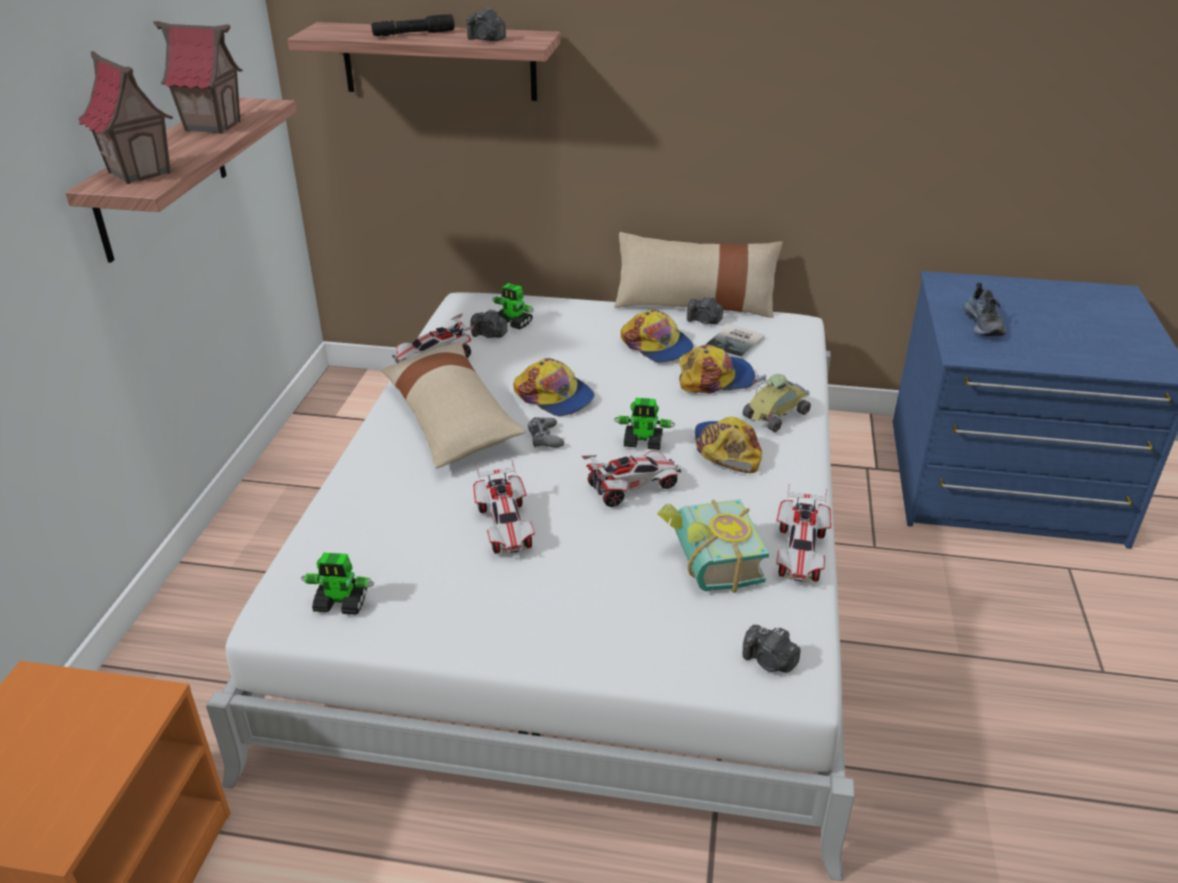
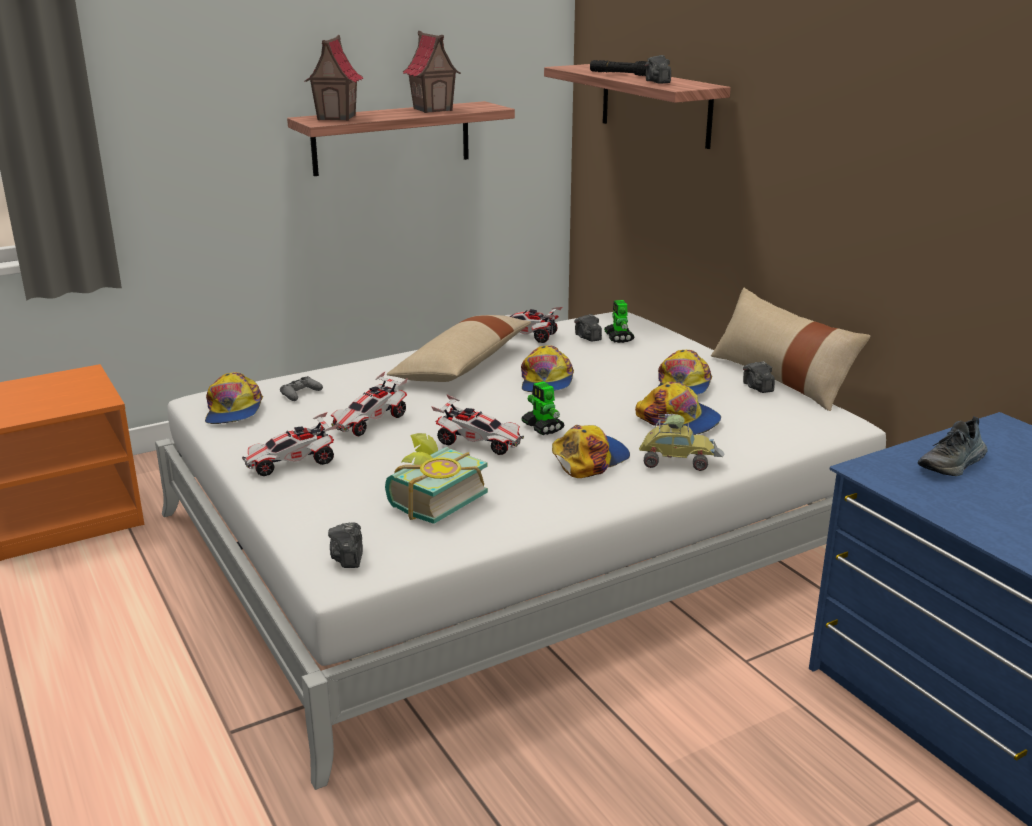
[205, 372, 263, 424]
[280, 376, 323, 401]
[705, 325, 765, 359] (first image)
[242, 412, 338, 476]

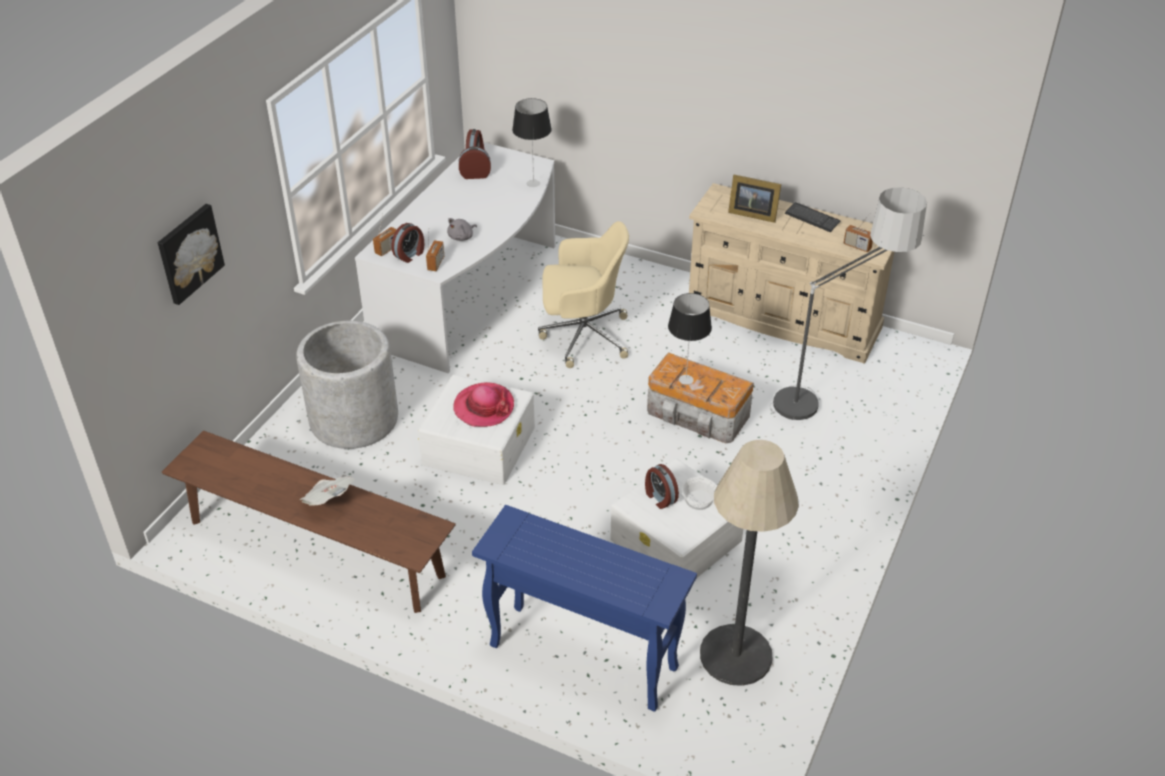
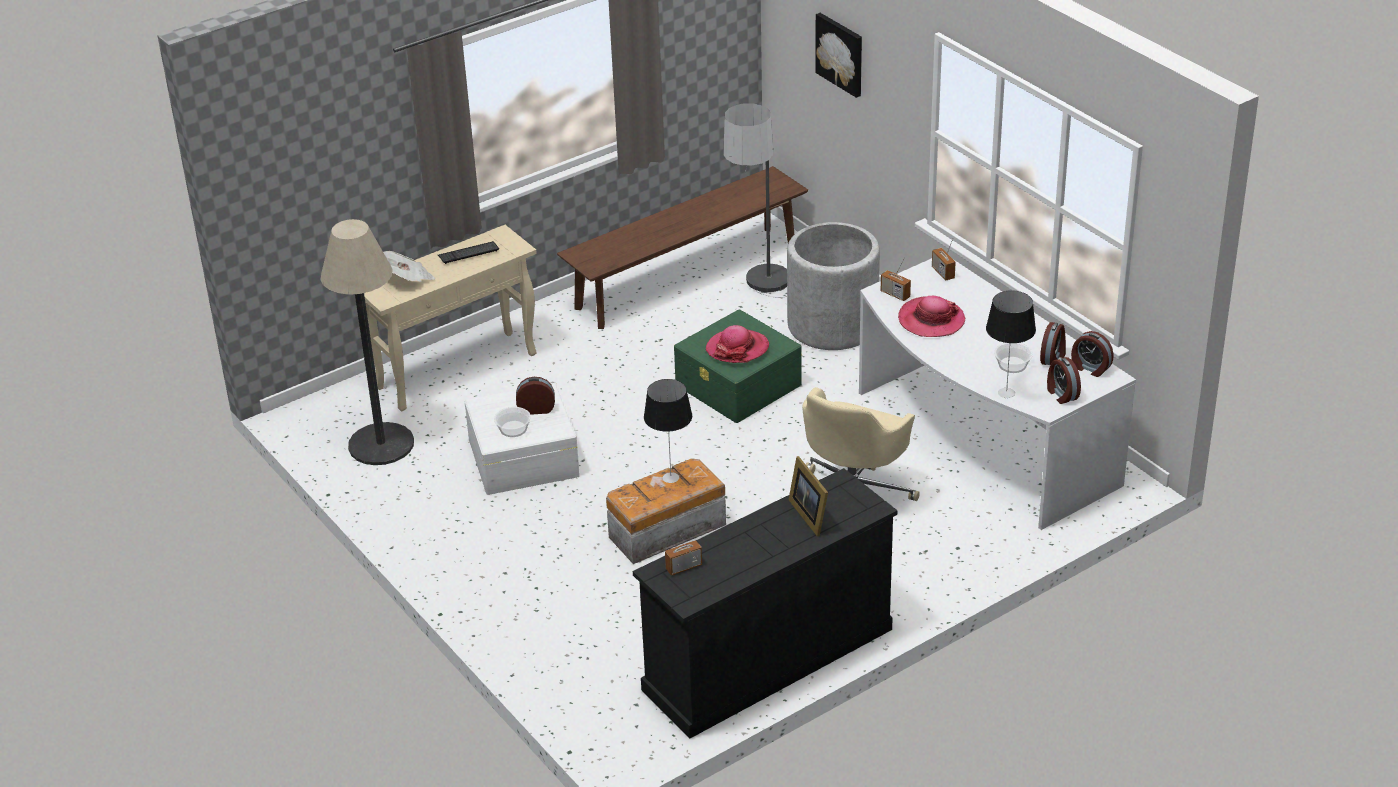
[383, 251, 436, 282]
[1047, 357, 1081, 404]
[674, 309, 802, 423]
[898, 296, 965, 337]
[364, 225, 537, 411]
[633, 468, 897, 738]
[788, 456, 828, 537]
[723, 103, 787, 298]
[438, 241, 499, 264]
[994, 343, 1033, 373]

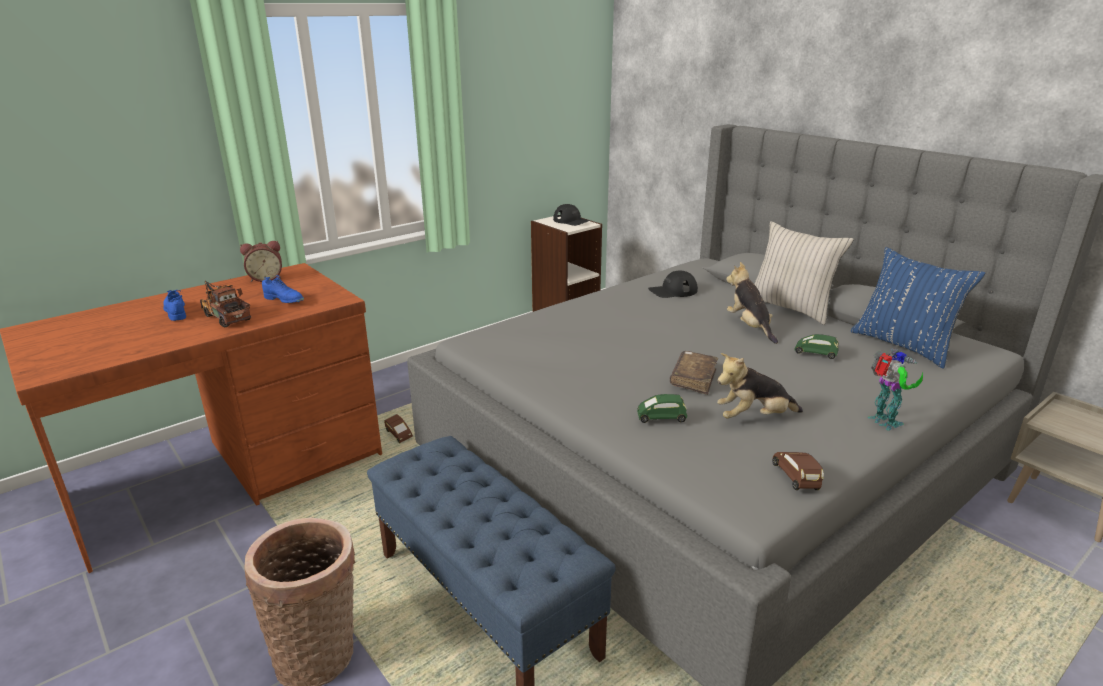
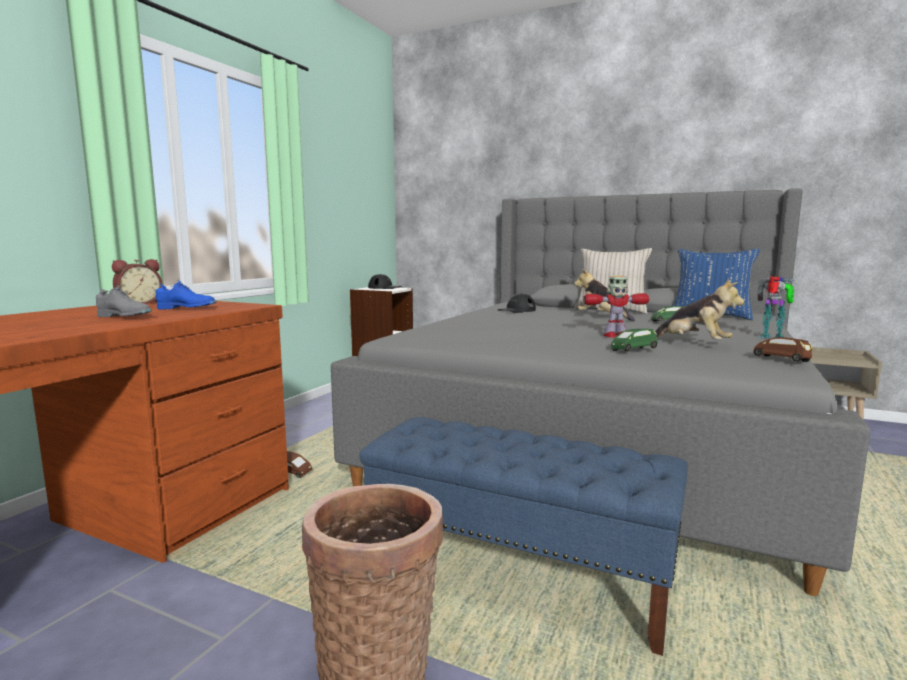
[163, 290, 186, 321] (first image)
[96, 285, 152, 317]
[583, 276, 649, 338]
[655, 279, 744, 340]

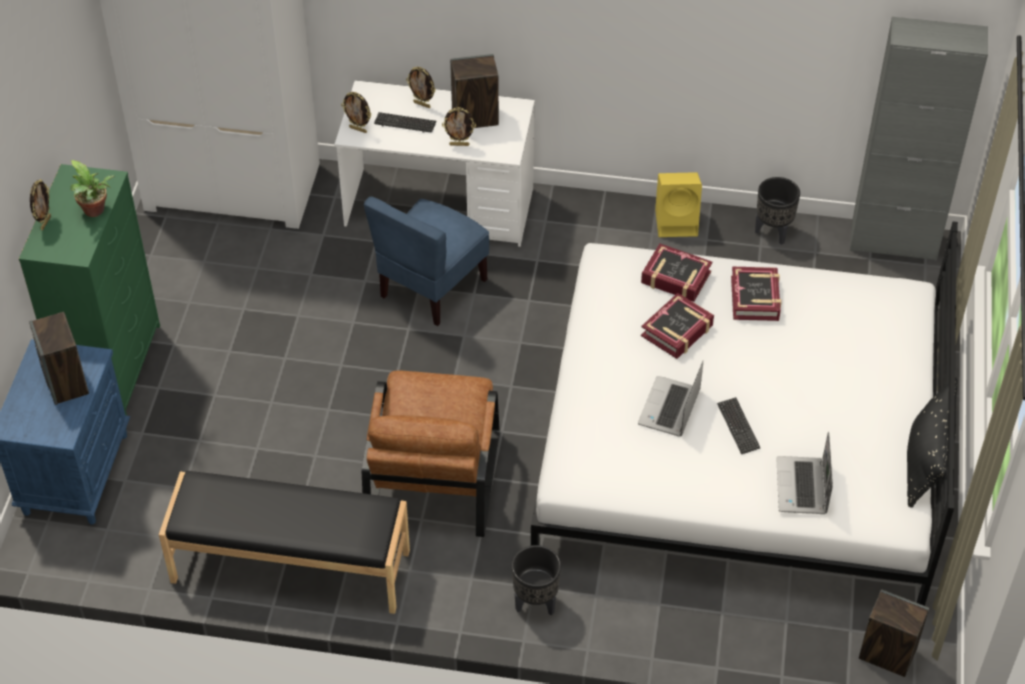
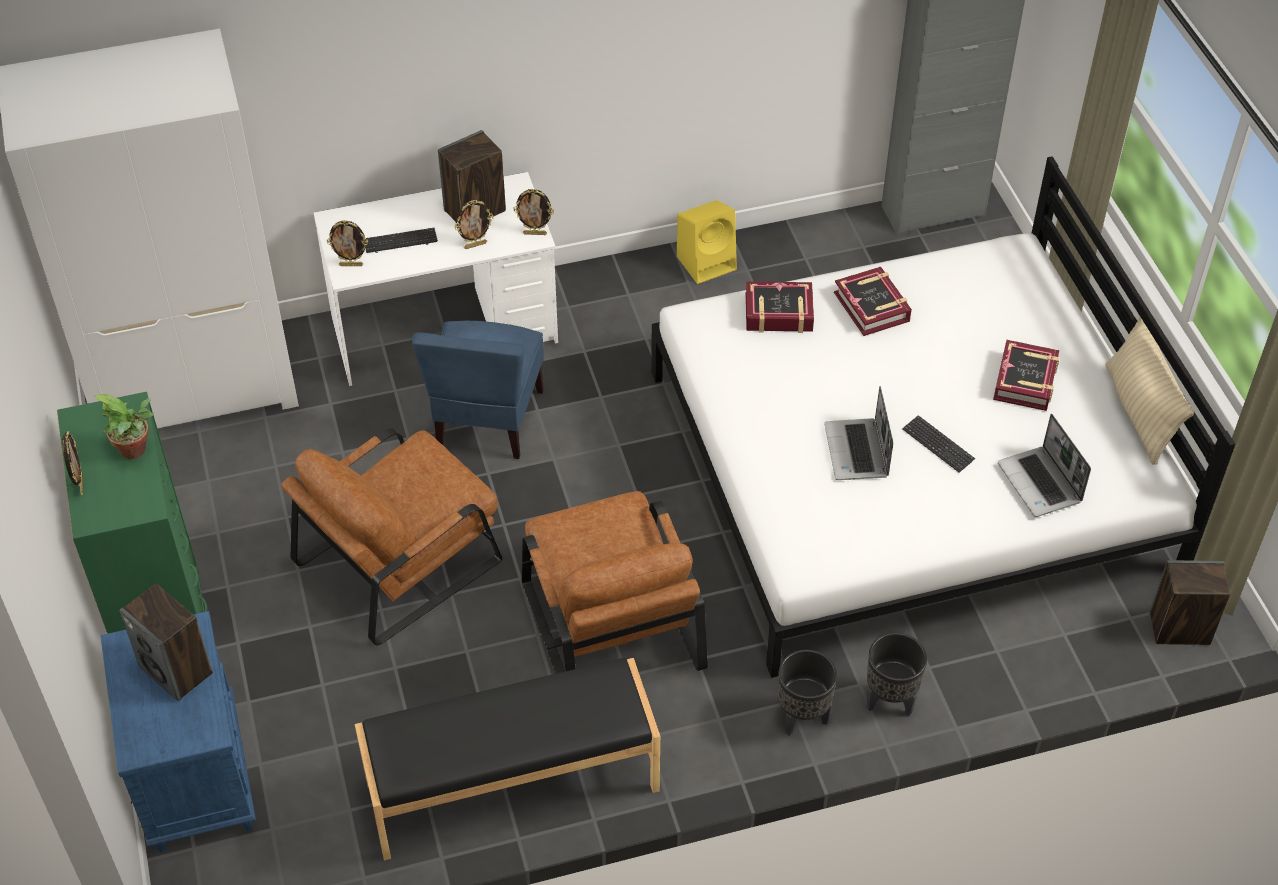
[513, 189, 554, 235]
[993, 340, 1060, 411]
[867, 633, 927, 716]
[1105, 317, 1194, 465]
[281, 429, 502, 645]

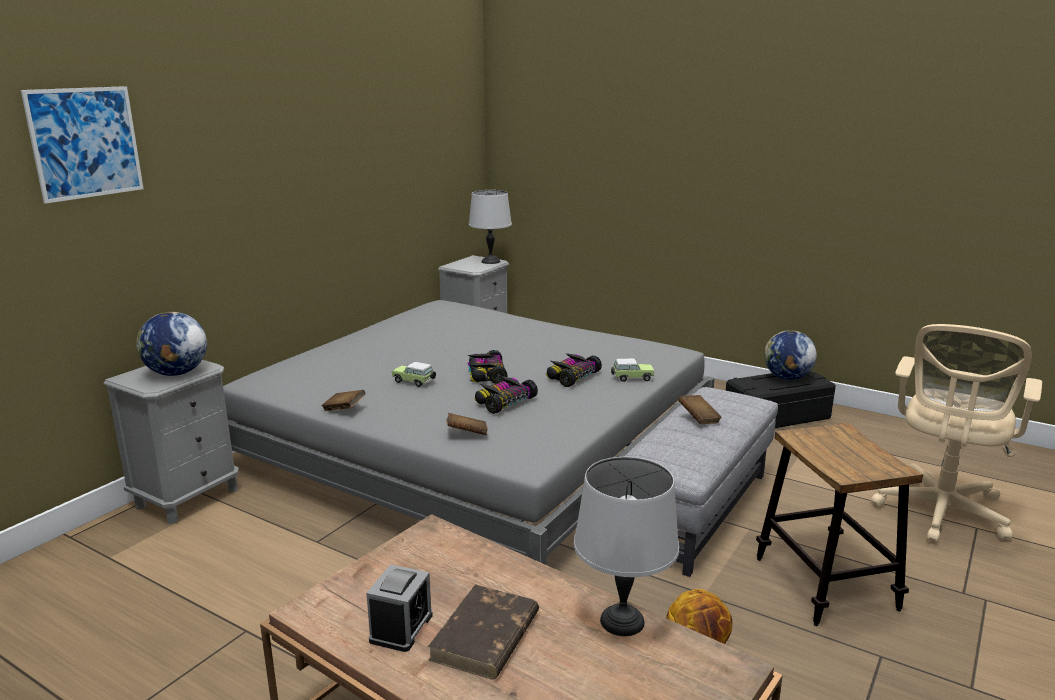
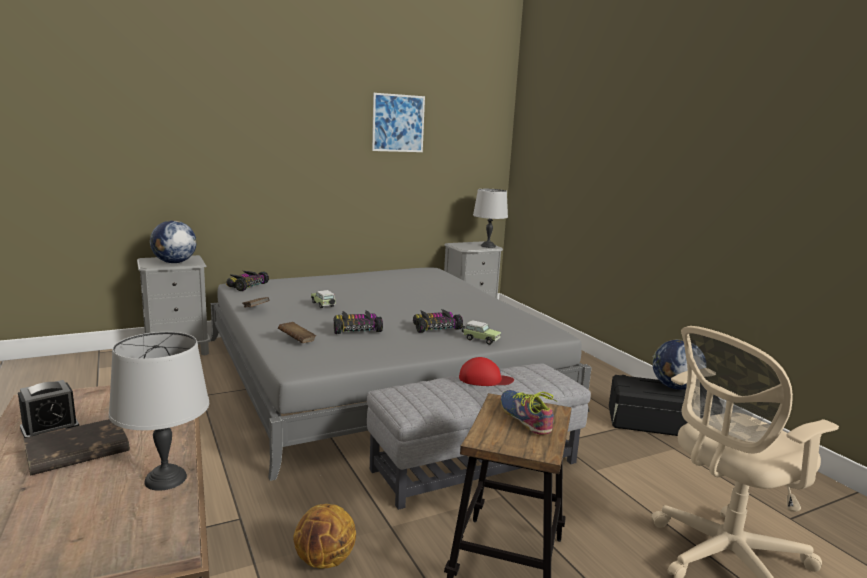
[372, 93, 425, 152]
[226, 271, 269, 291]
[459, 357, 514, 386]
[500, 390, 556, 435]

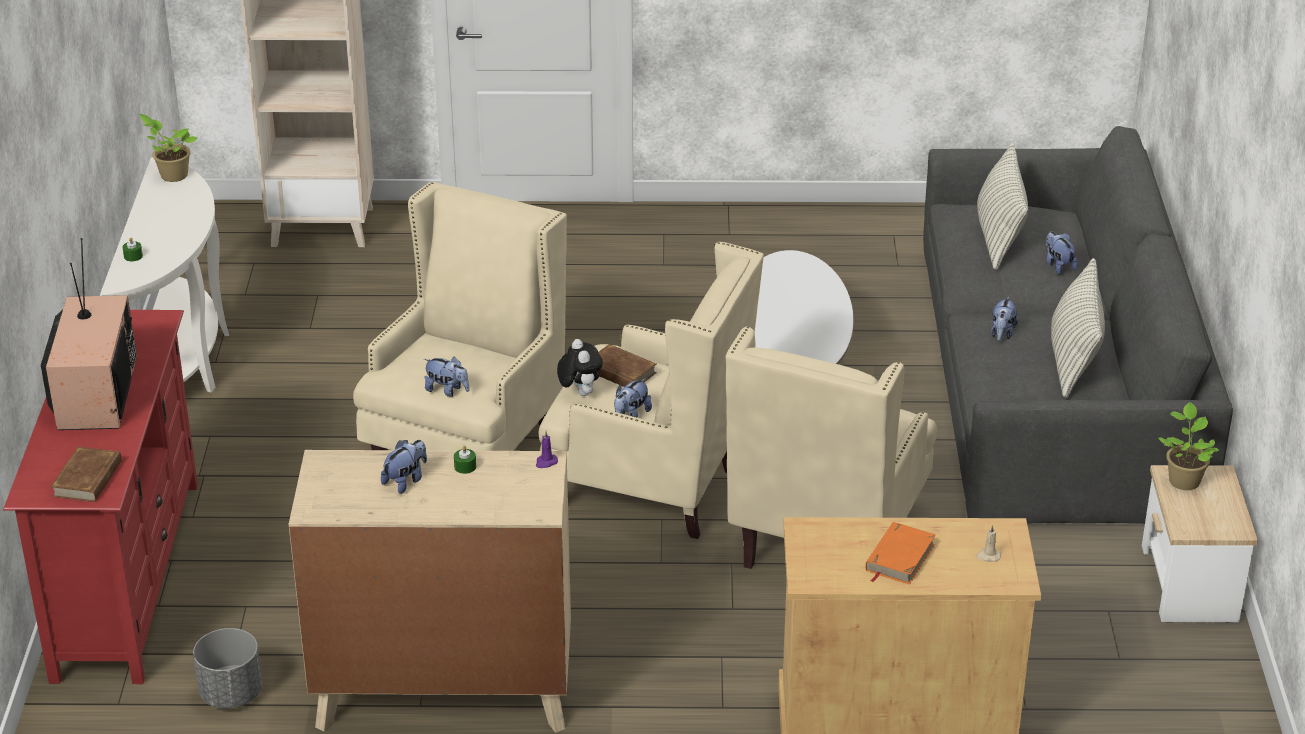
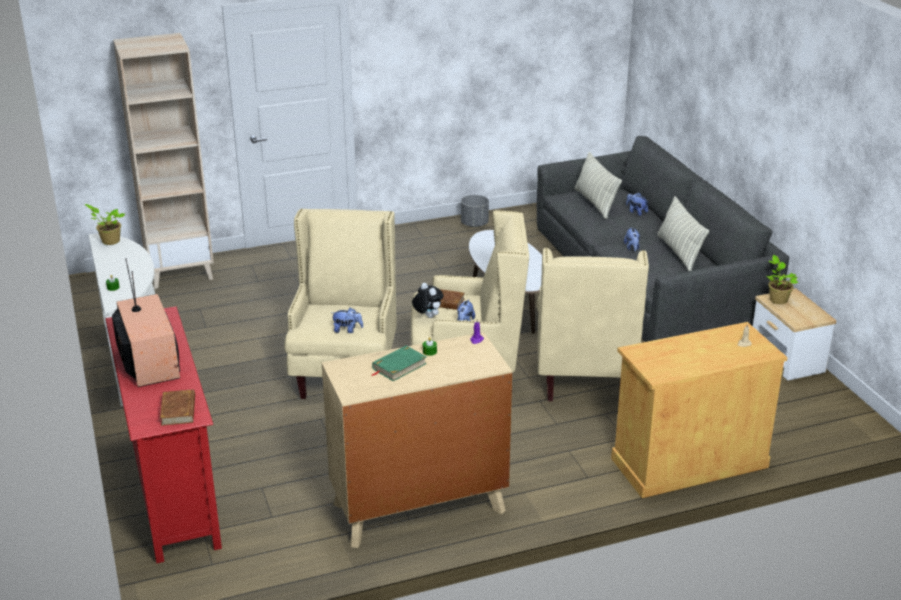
[461, 195, 489, 227]
[372, 345, 427, 381]
[865, 522, 936, 585] (first image)

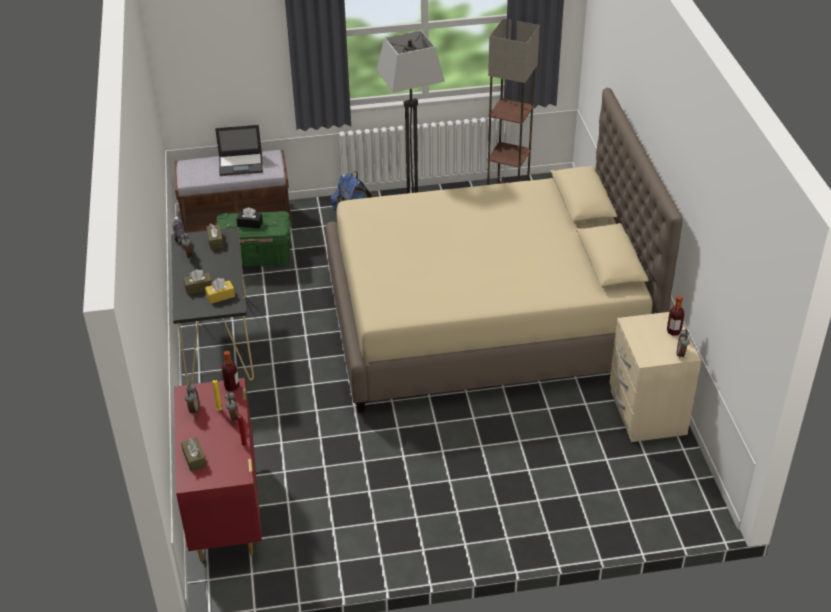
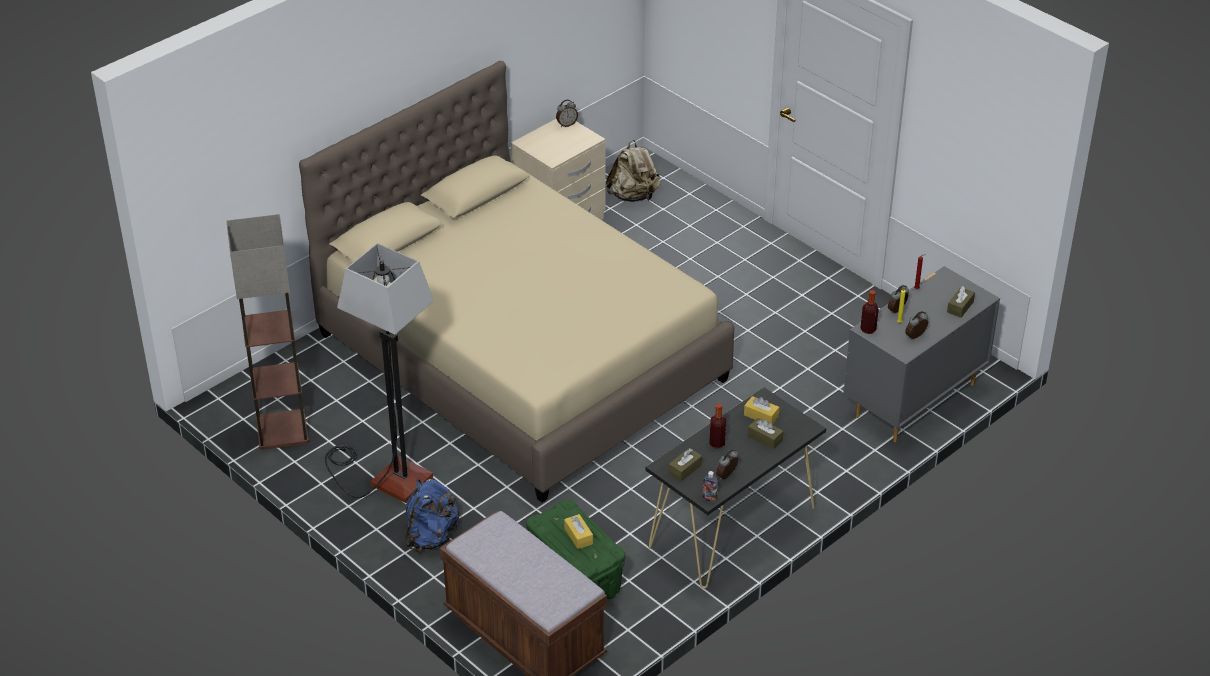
[843, 266, 1000, 442]
[215, 125, 263, 176] (first image)
[564, 514, 593, 549]
[709, 403, 726, 448]
[606, 140, 661, 202]

